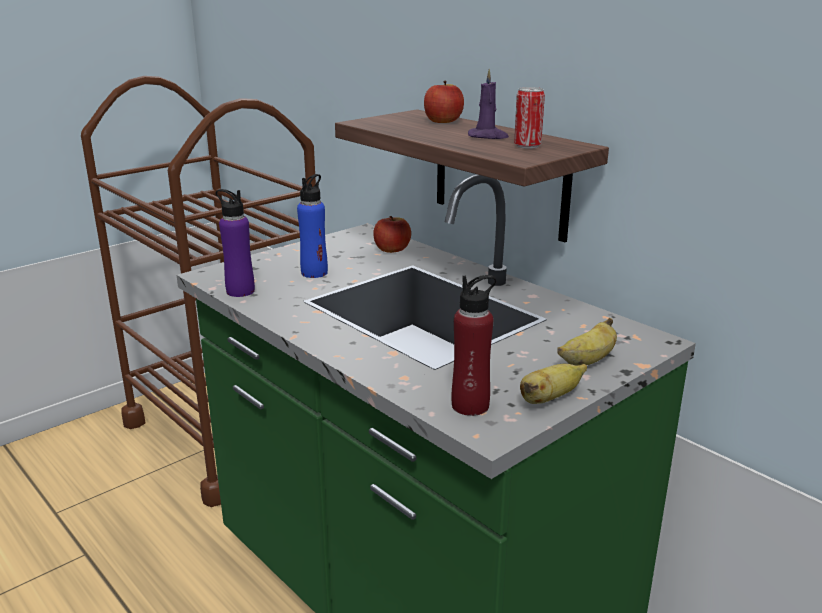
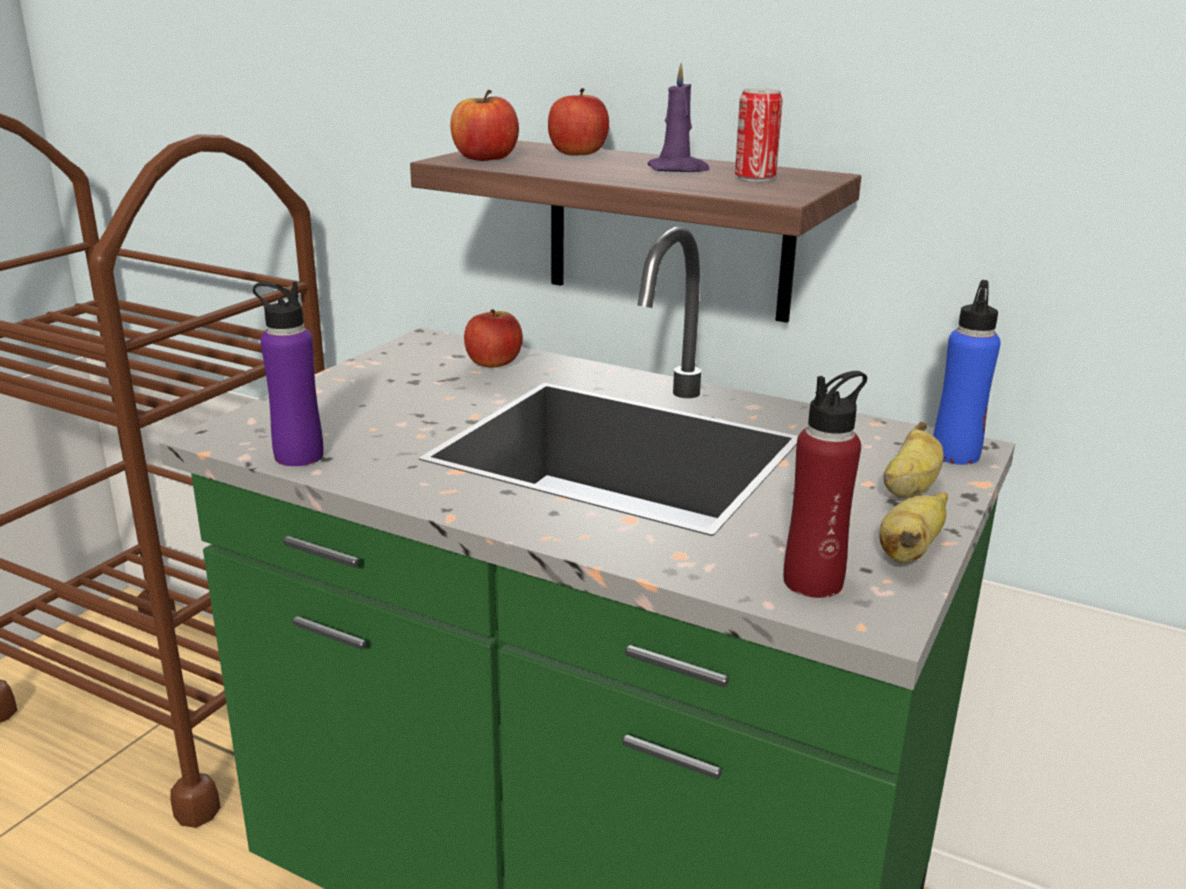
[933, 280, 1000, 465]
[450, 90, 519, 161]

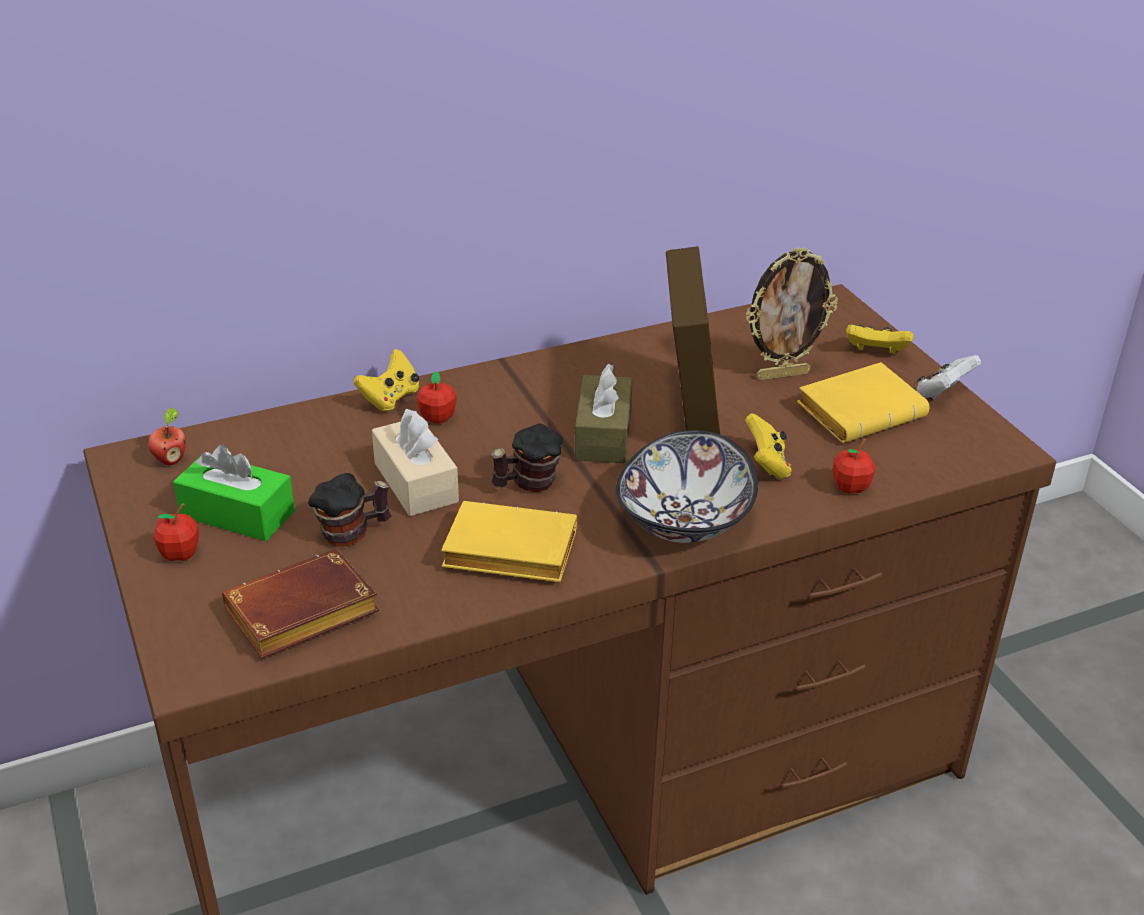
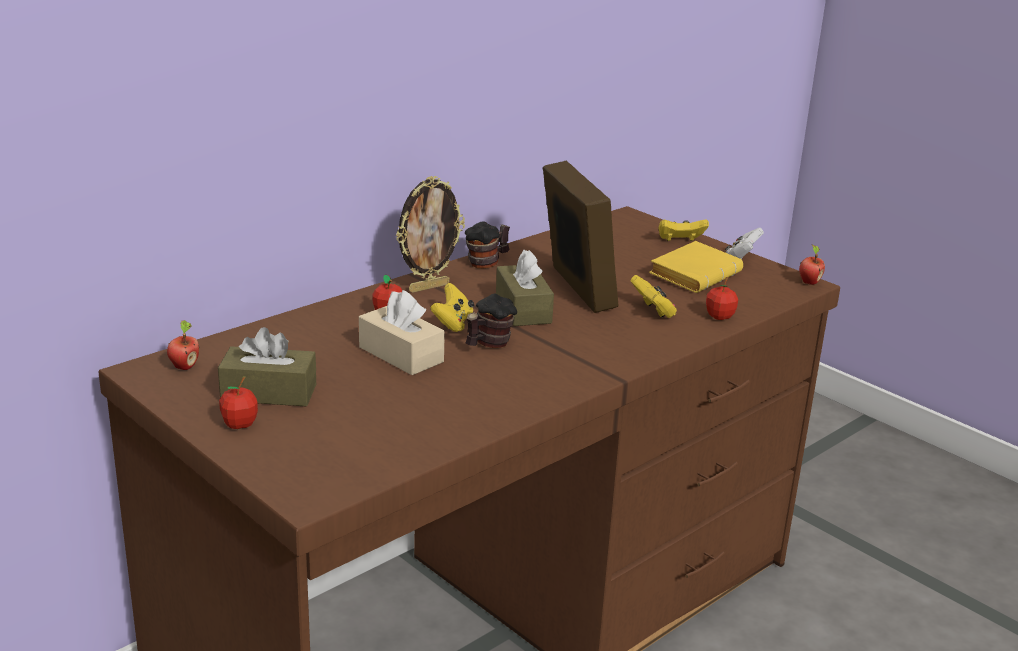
[218, 327, 316, 407]
[222, 549, 379, 659] (first image)
[465, 221, 510, 269]
[430, 283, 474, 332]
[441, 501, 577, 582] (first image)
[616, 430, 758, 543] (first image)
[396, 176, 465, 293]
[799, 244, 825, 285]

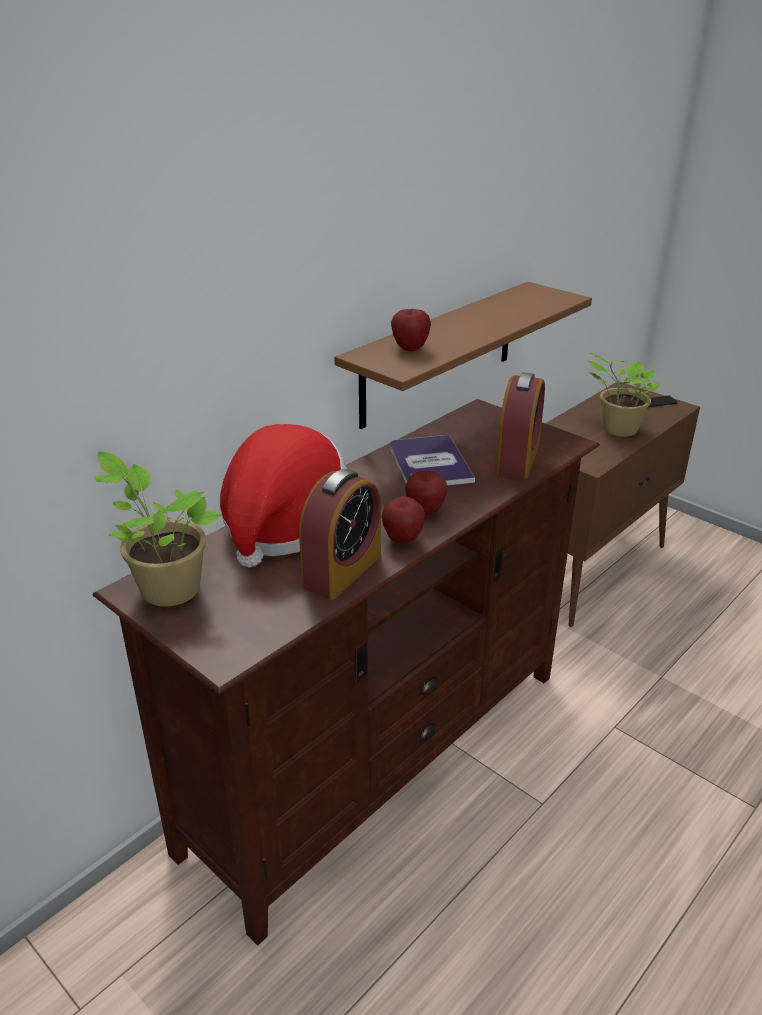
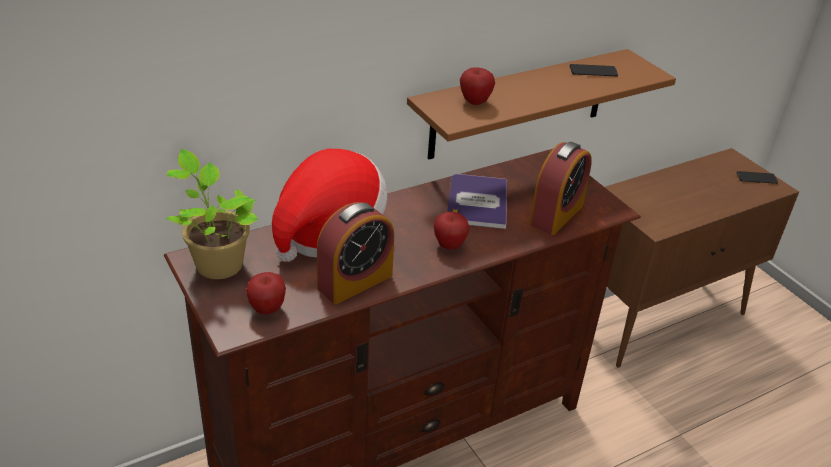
[246, 272, 286, 314]
[587, 353, 660, 437] (first image)
[570, 64, 618, 77]

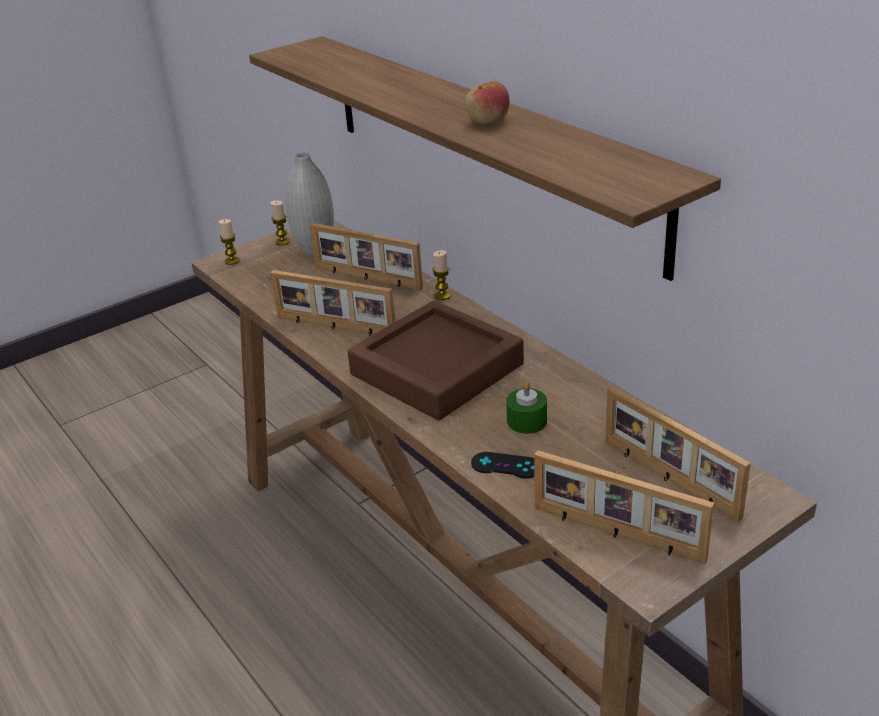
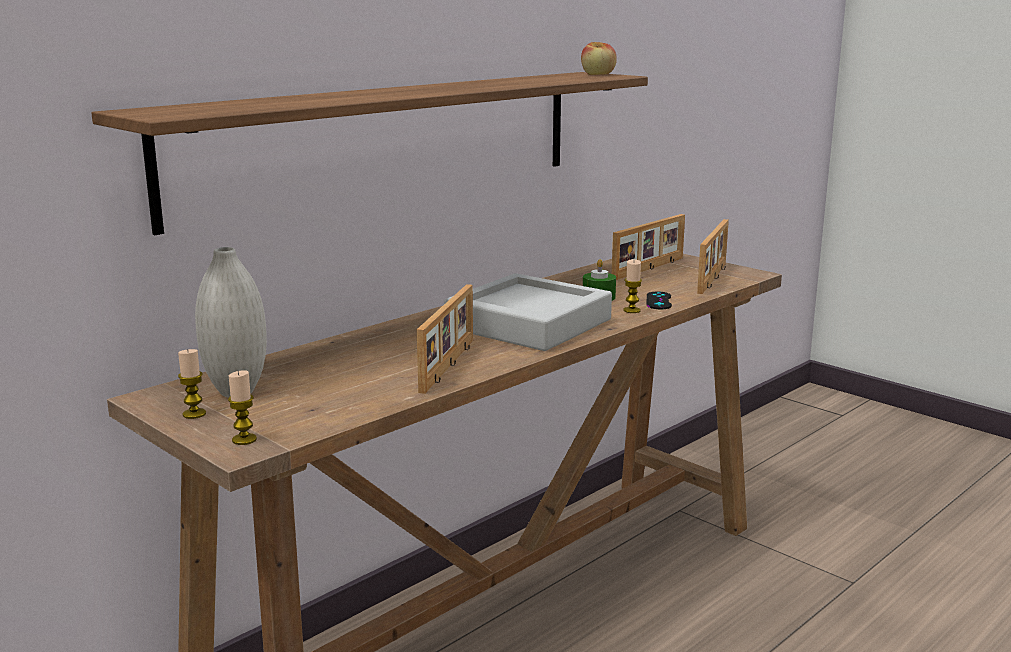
[310, 223, 423, 290] (first image)
[444, 273, 612, 351]
[623, 259, 642, 313]
[581, 42, 617, 75]

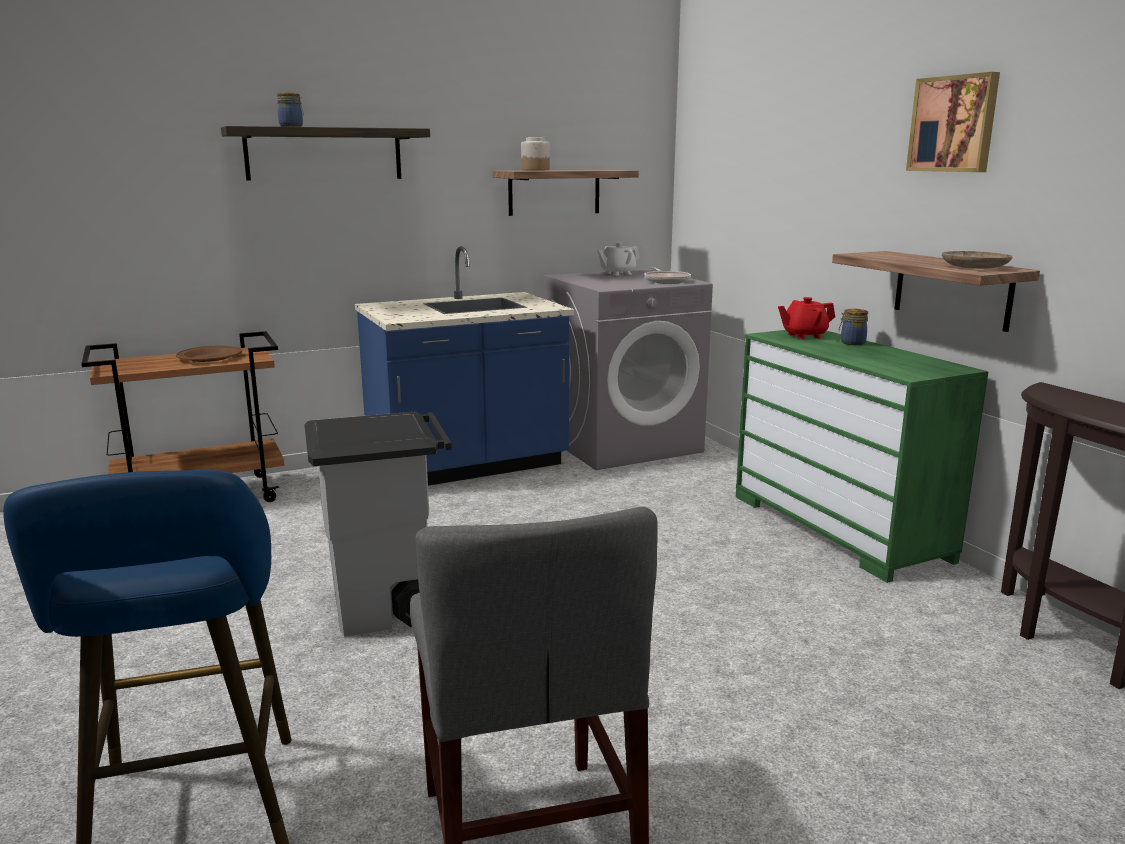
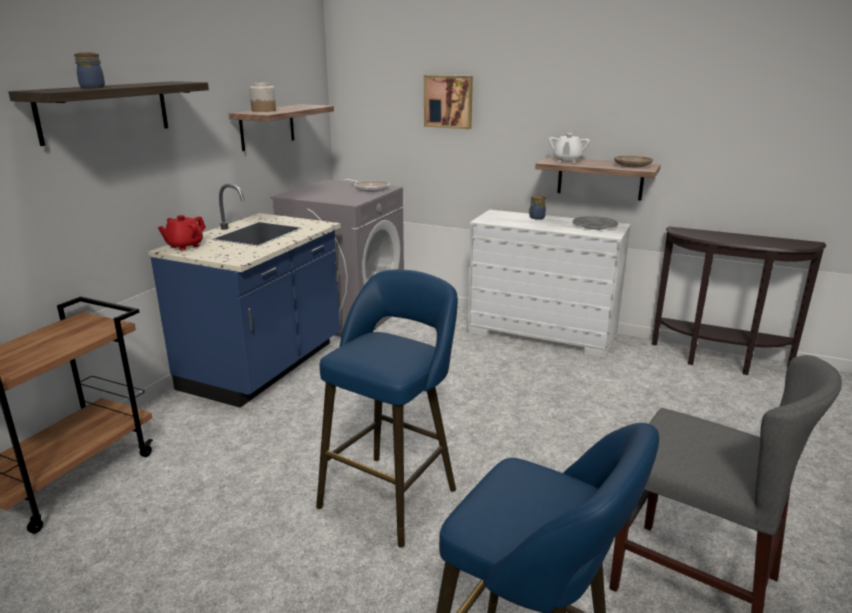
[176, 346, 242, 362] (first image)
[316, 269, 458, 548]
[549, 133, 590, 163]
[467, 209, 631, 358]
[158, 215, 206, 251]
[424, 75, 473, 129]
[573, 216, 618, 229]

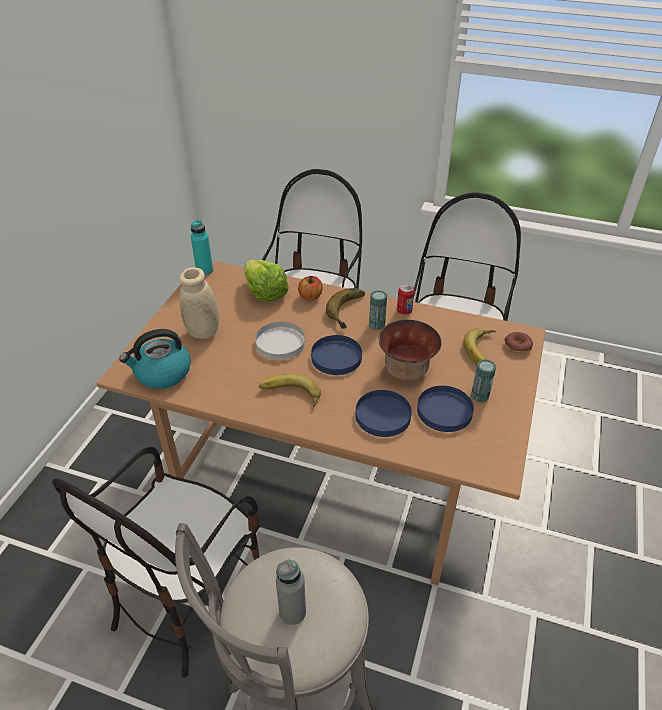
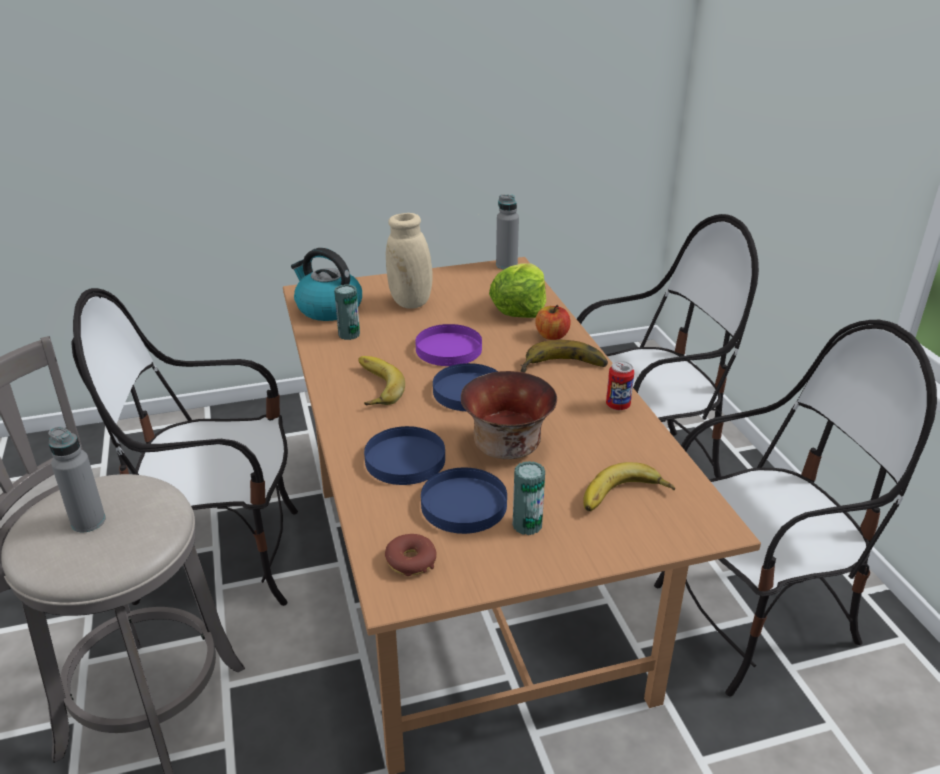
[496, 195, 519, 269]
[415, 324, 482, 366]
[334, 284, 360, 340]
[385, 534, 436, 576]

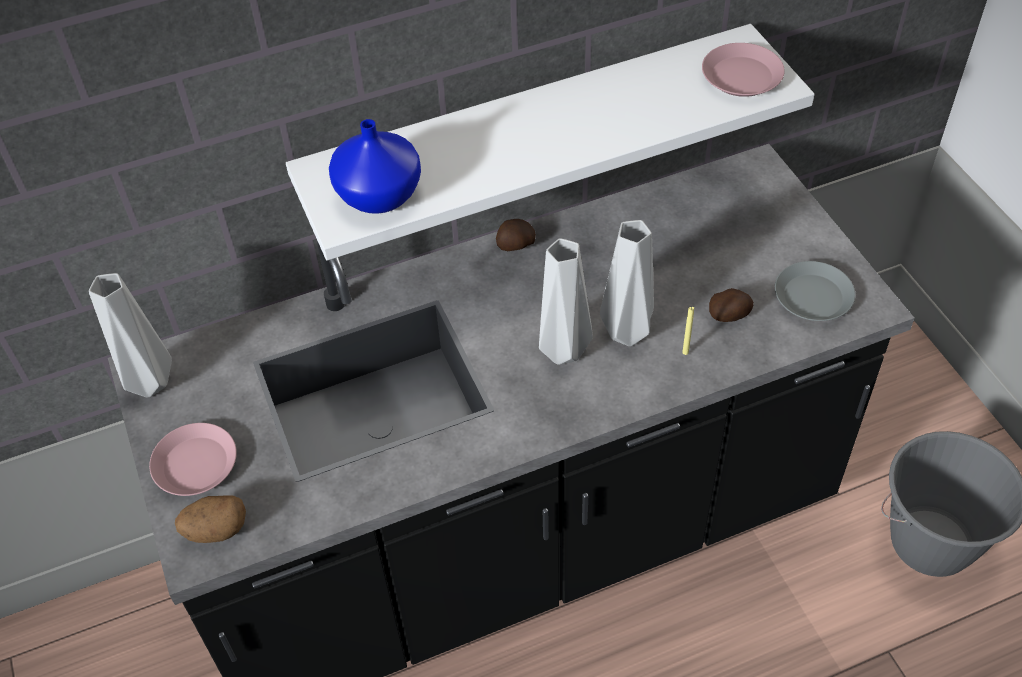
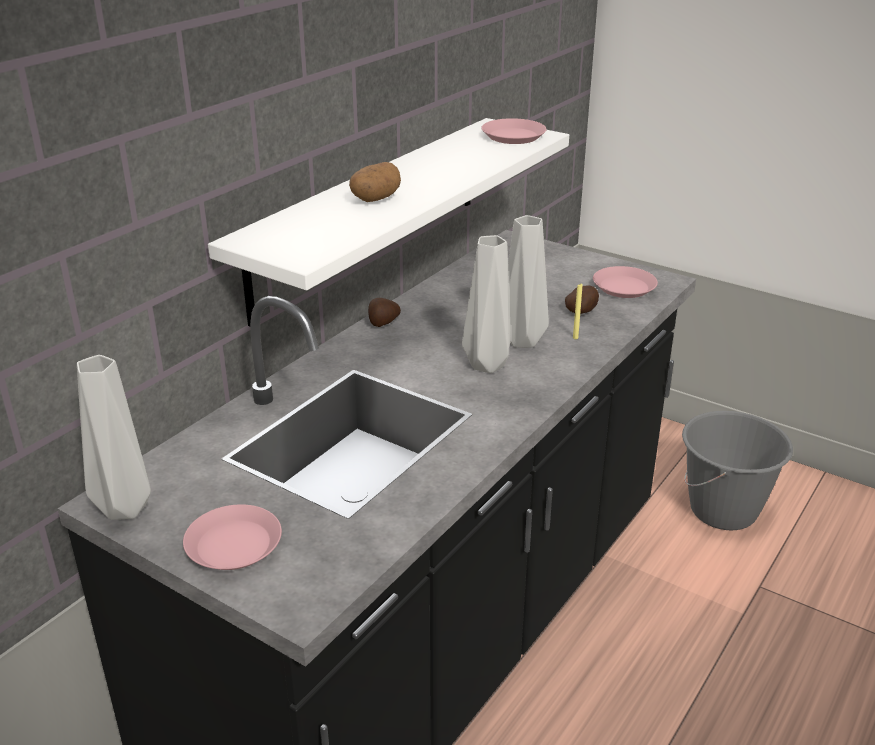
[349, 162, 401, 202]
[329, 119, 421, 214] (first image)
[593, 266, 658, 298]

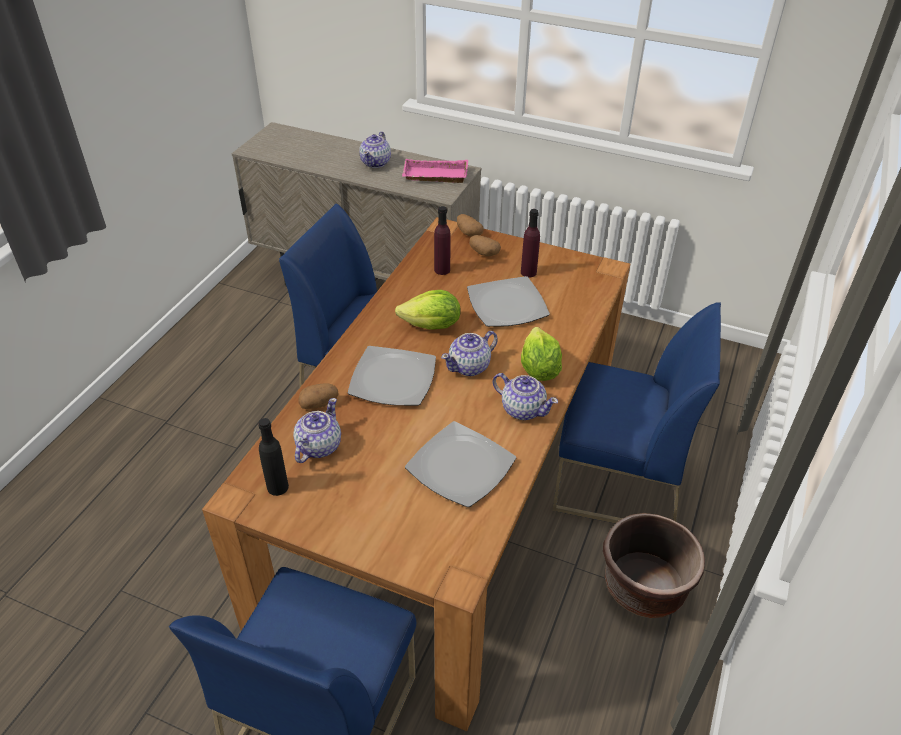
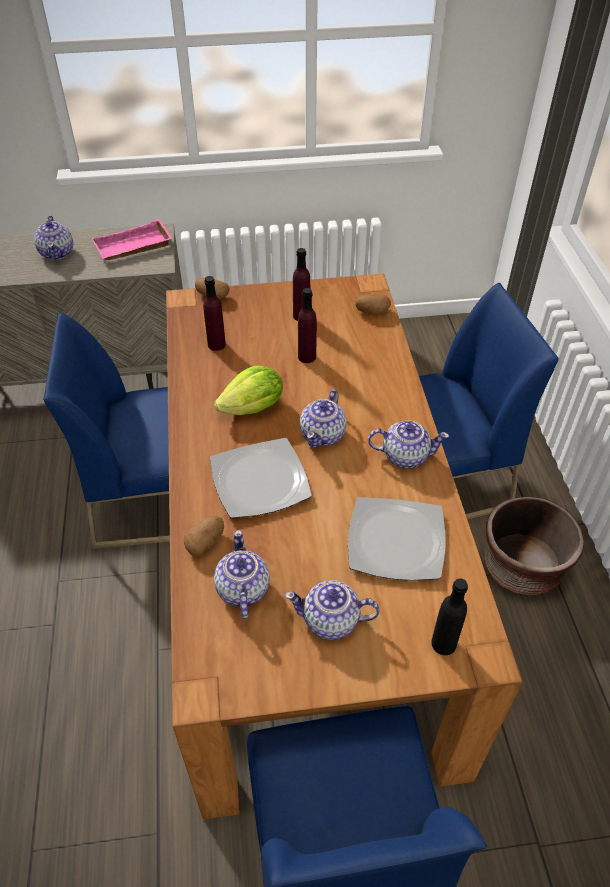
[431, 578, 468, 655]
[298, 288, 317, 363]
[355, 294, 391, 315]
[521, 327, 562, 381] (first image)
[284, 580, 380, 640]

